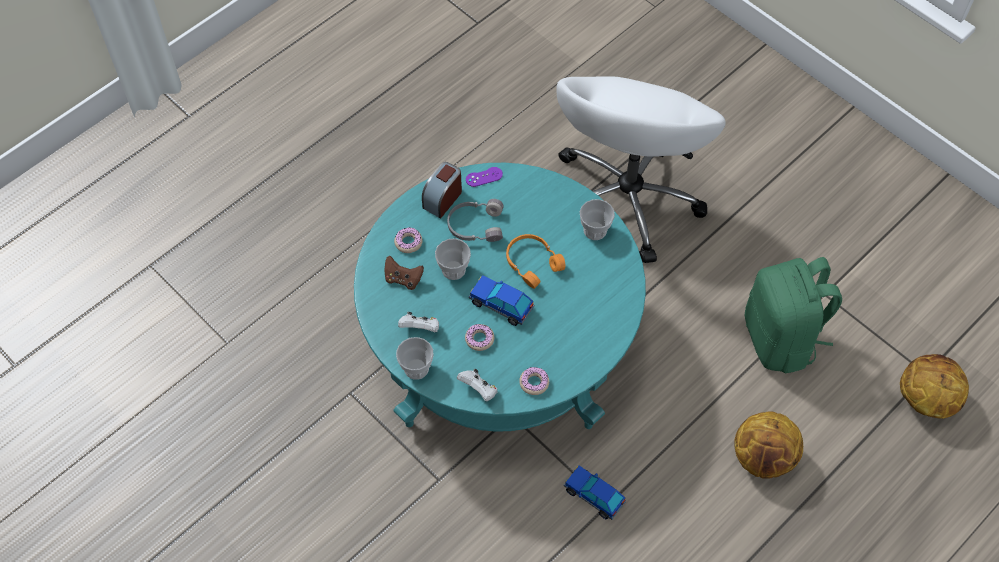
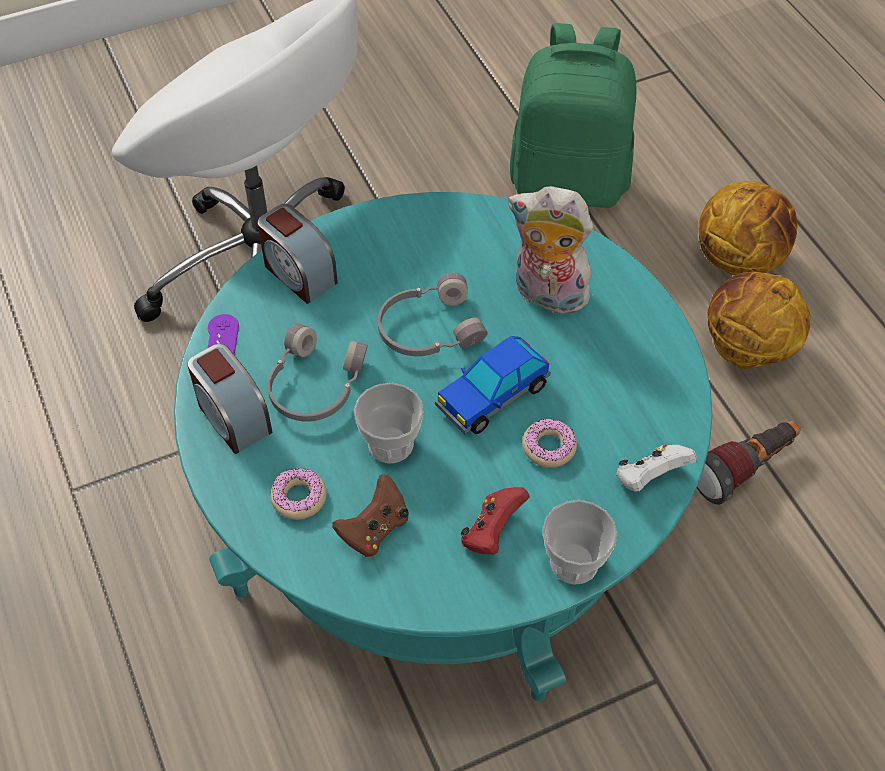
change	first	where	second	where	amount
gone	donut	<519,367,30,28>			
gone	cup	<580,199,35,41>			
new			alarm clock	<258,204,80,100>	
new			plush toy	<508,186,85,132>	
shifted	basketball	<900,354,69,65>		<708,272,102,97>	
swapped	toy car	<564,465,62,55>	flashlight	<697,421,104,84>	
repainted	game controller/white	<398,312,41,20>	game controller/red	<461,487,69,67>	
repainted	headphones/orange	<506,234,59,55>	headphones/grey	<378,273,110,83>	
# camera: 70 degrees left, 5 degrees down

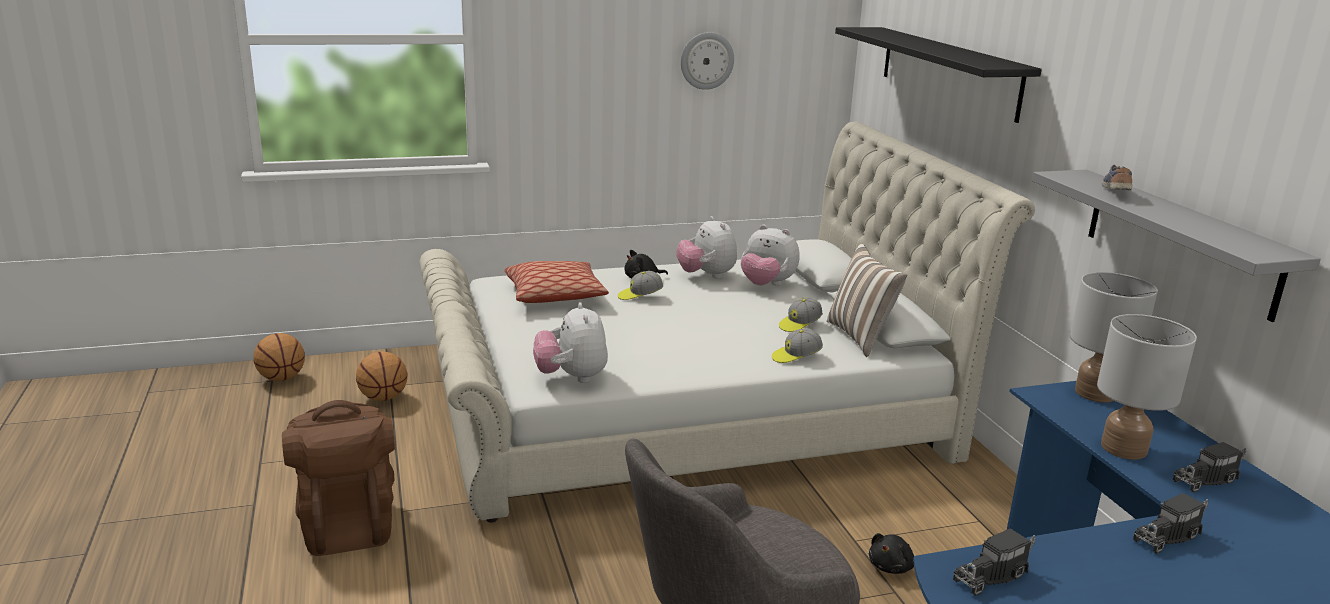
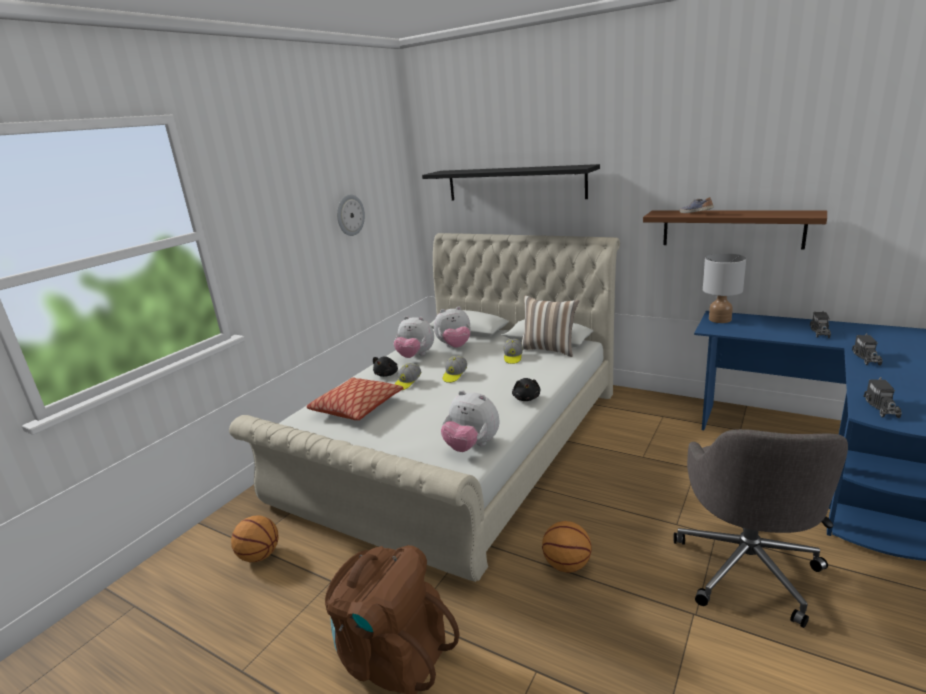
change	first	where	second	where	amount
gone	table lamp/grey	<1097,314,100,146>			
shifted	basketball	<253,333,52,48>		<542,521,49,52>	
shifted	cap	<772,328,51,35>		<443,356,24,27>	
shifted	plush toy/black	<869,533,45,41>		<512,378,29,23>	
repainted	shelf/grey	<1032,169,289,153>	shelf/brown	<643,211,184,39>	
# camera: 40 degrees left, 0 degrees up

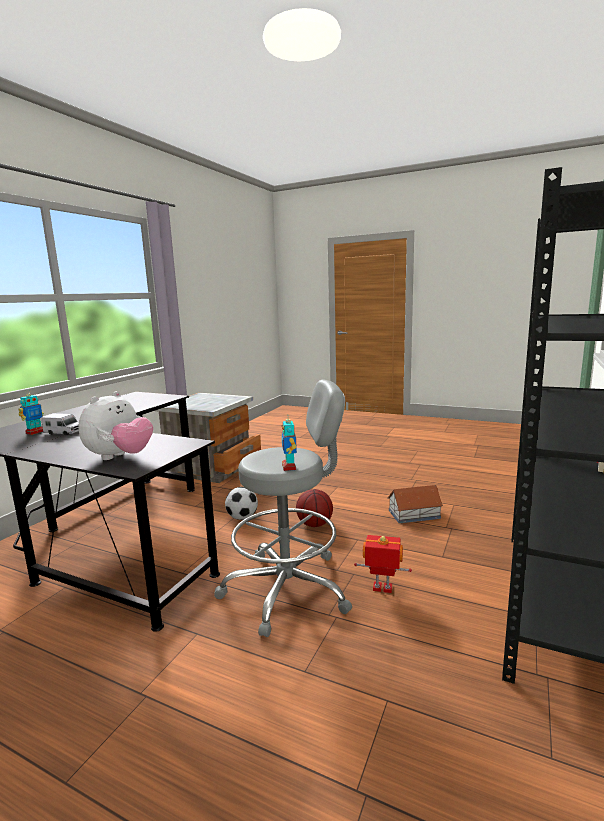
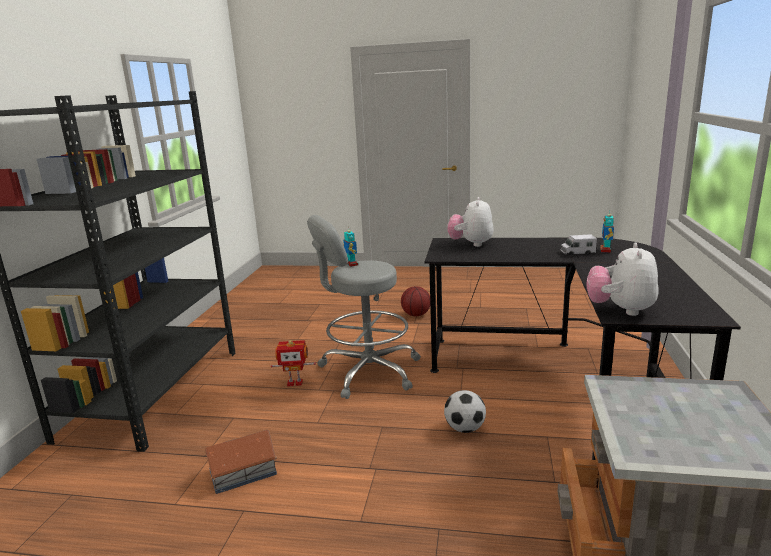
change	first	where	second	where	amount
new			plush toy	<587,243,71,73>	
shifted	basketball	<296,489,37,38>		<401,286,29,31>	
# camera: 165 degrees right, 5 degrees up

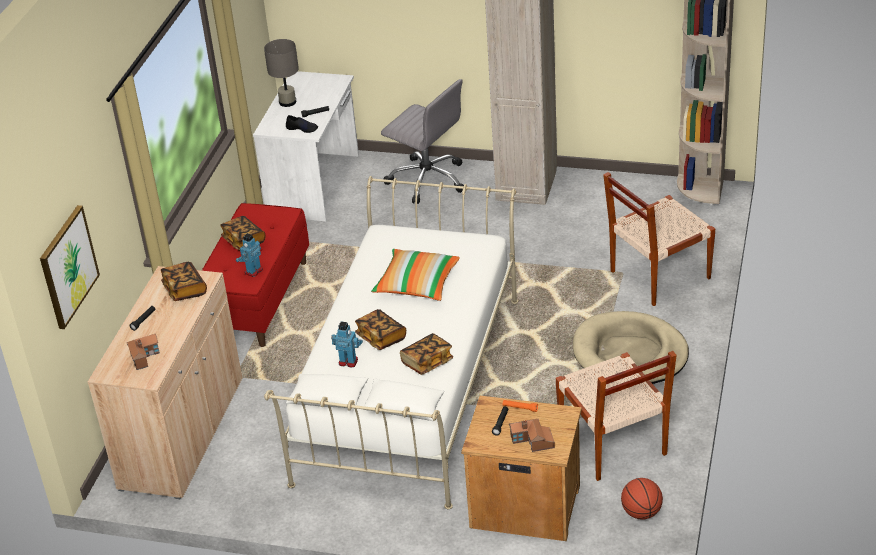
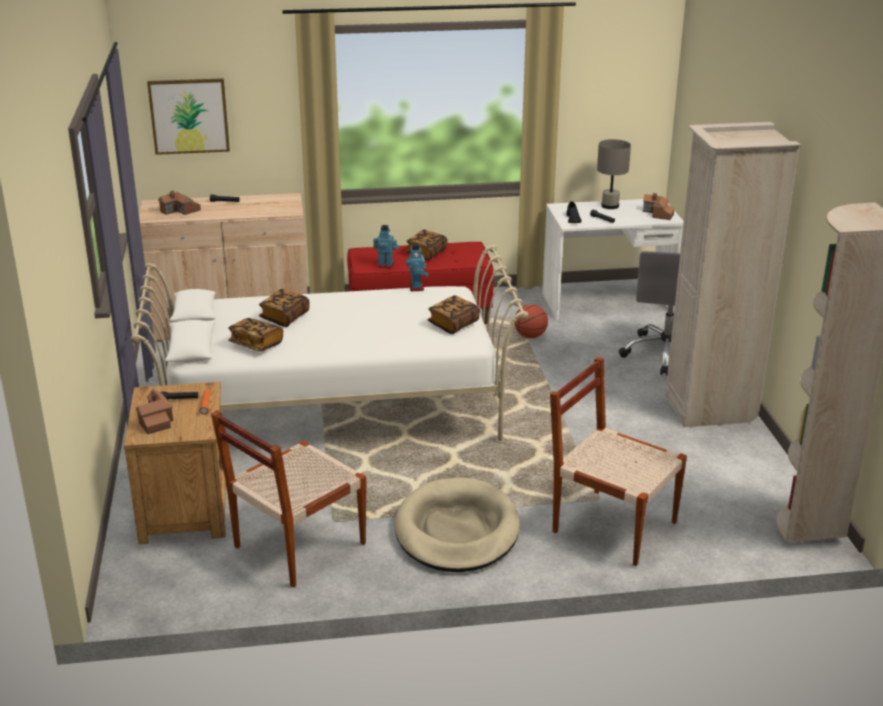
change	first	where	second	where	amount
gone	pillow	<371,249,89,52>			
new			toy house	<643,193,31,27>	
shifted	book	<161,262,46,39>		<428,295,52,39>	
shifted	toy robot	<331,322,32,46>		<406,243,23,48>	
shifted	basketball	<621,478,42,42>		<514,304,34,34>	
# camera: 65 degrees right, 10 degrees down

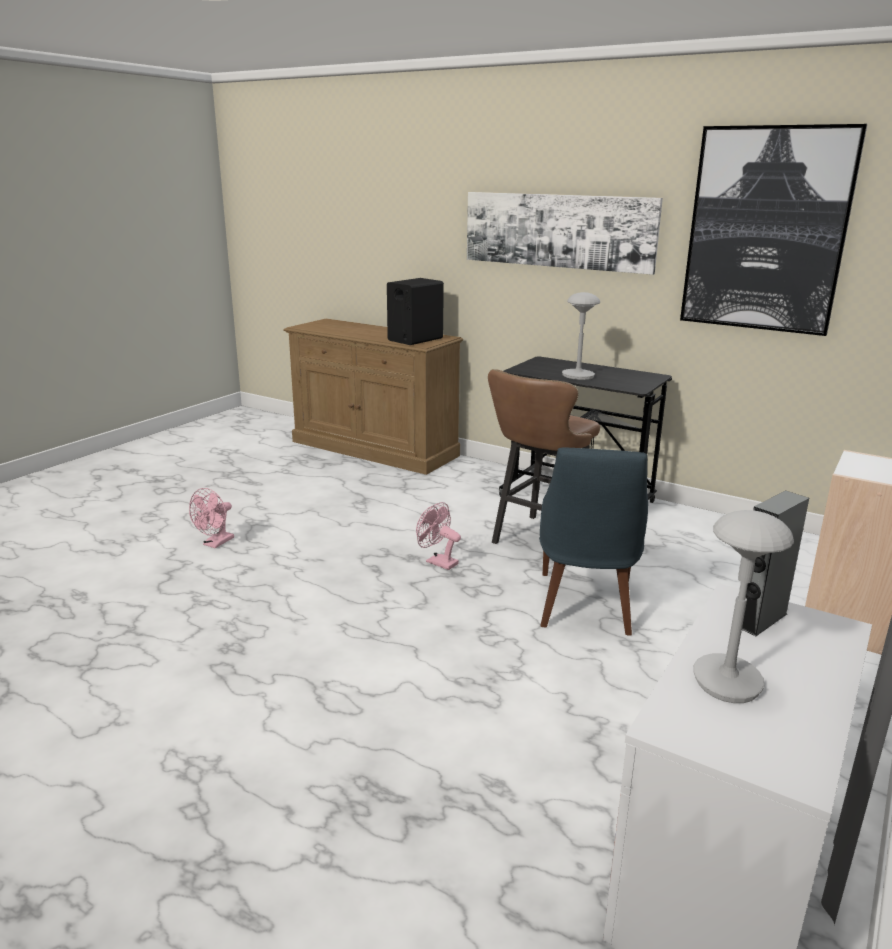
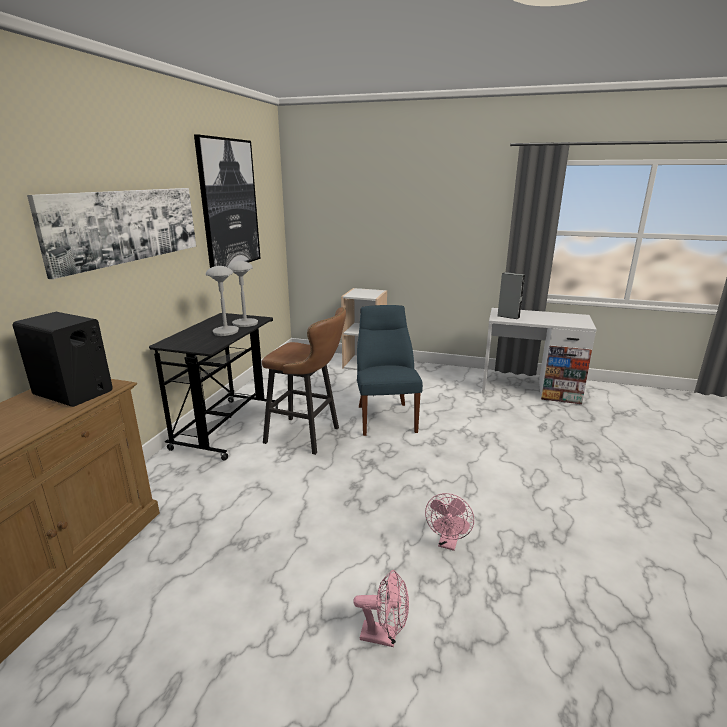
change	first	where	second	where	amount
shifted	fan/pink	<416,502,45,68>		<425,493,49,58>	
shifted	table lamp/grey	<693,510,101,193>		<228,261,30,66>	
rotated	chair/blue	<539,448,109,188>		<357,305,66,131>	90 degrees counterclockwise
# camera: 105 degrees left, 0 degrees up

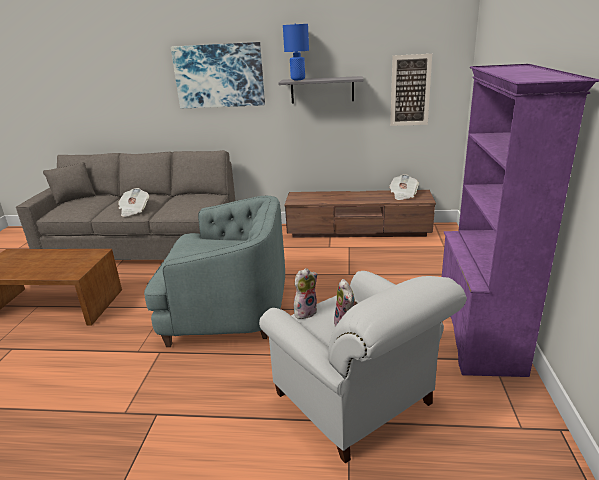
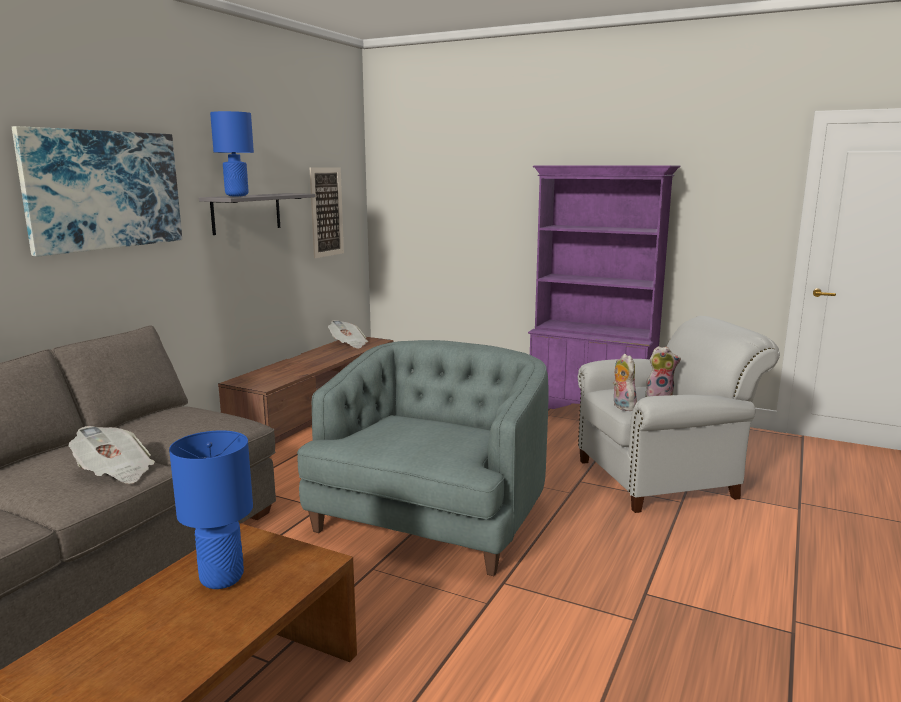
change	first	where	second	where	amount
new			table lamp/blue	<169,430,84,159>	
# camera: 70 degrees left, 10 degrees down

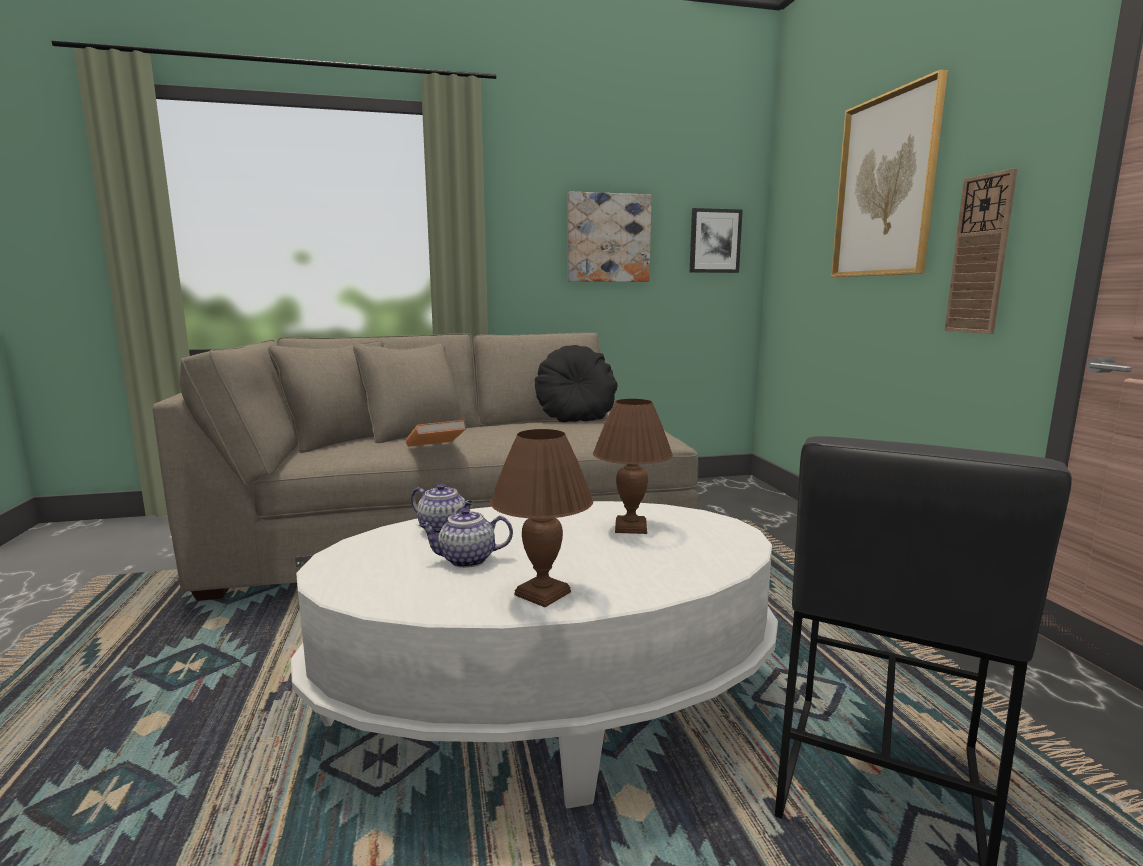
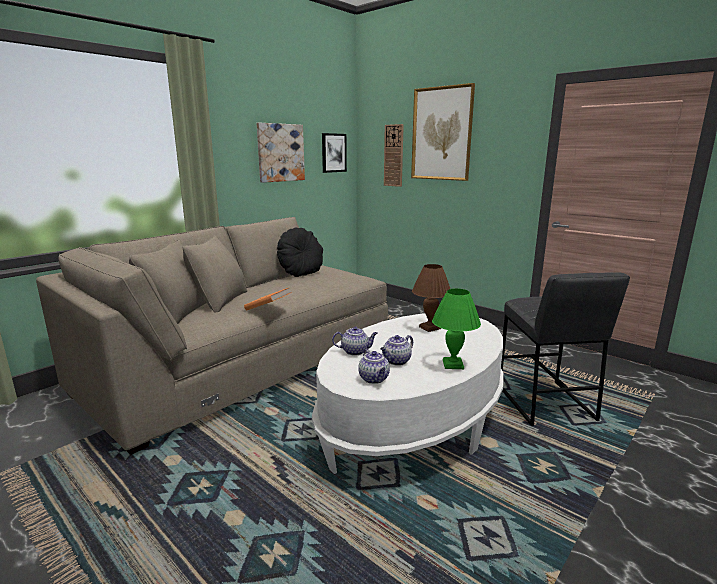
change	first	where	second	where	amount
new			teapot	<358,349,32,35>	
shifted	wall clock	<944,168,73,166>		<384,124,20,63>	
repainted	table lamp/brown	<490,429,103,178>	table lamp/green	<432,289,49,80>	
# camera: 35 degrees left, 5 degrees up

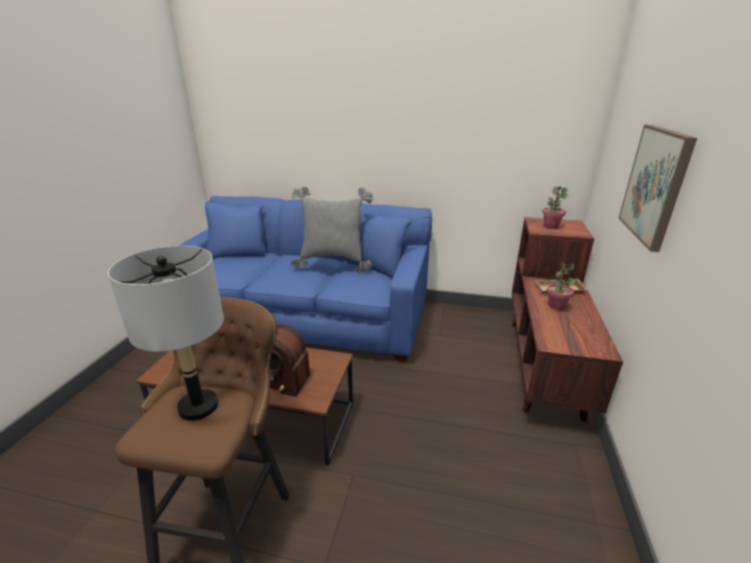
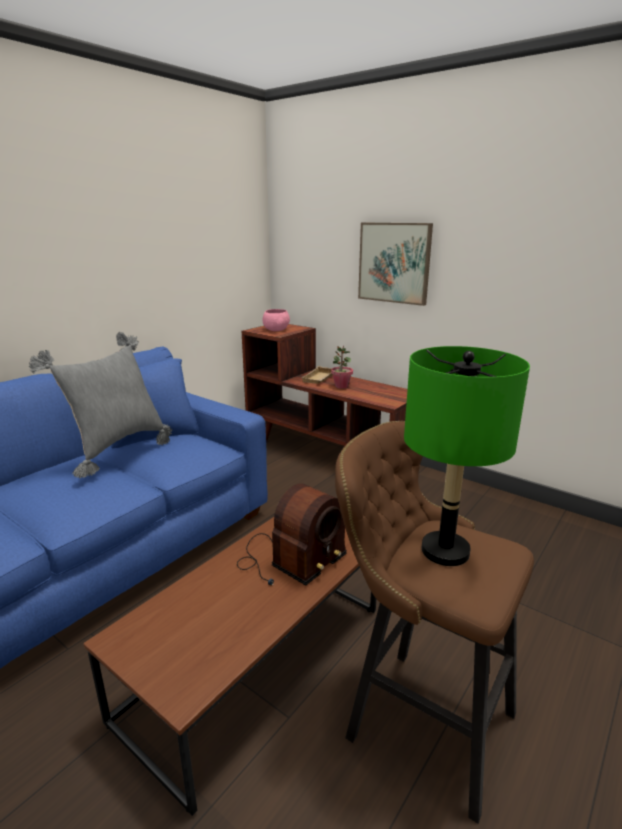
change	first	where	second	where	amount
swapped	potted plant	<542,186,26,43>	bowl/pink	<262,309,28,22>	
repainted	table lamp/grey	<108,246,116,175>	table lamp/green	<404,346,126,220>	
# camera: 65 degrees left, 5 degrees down

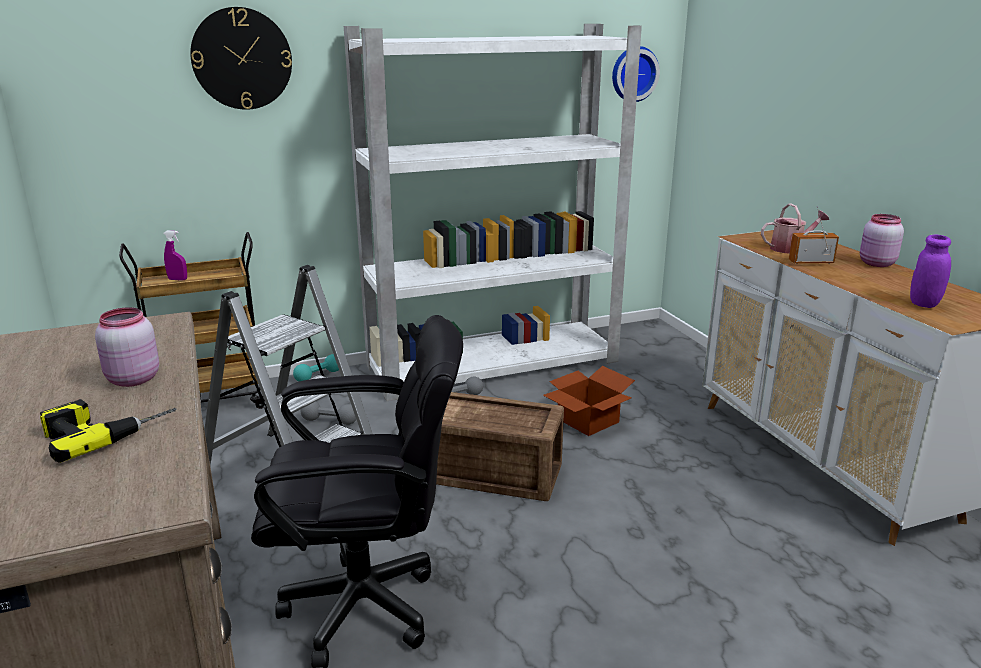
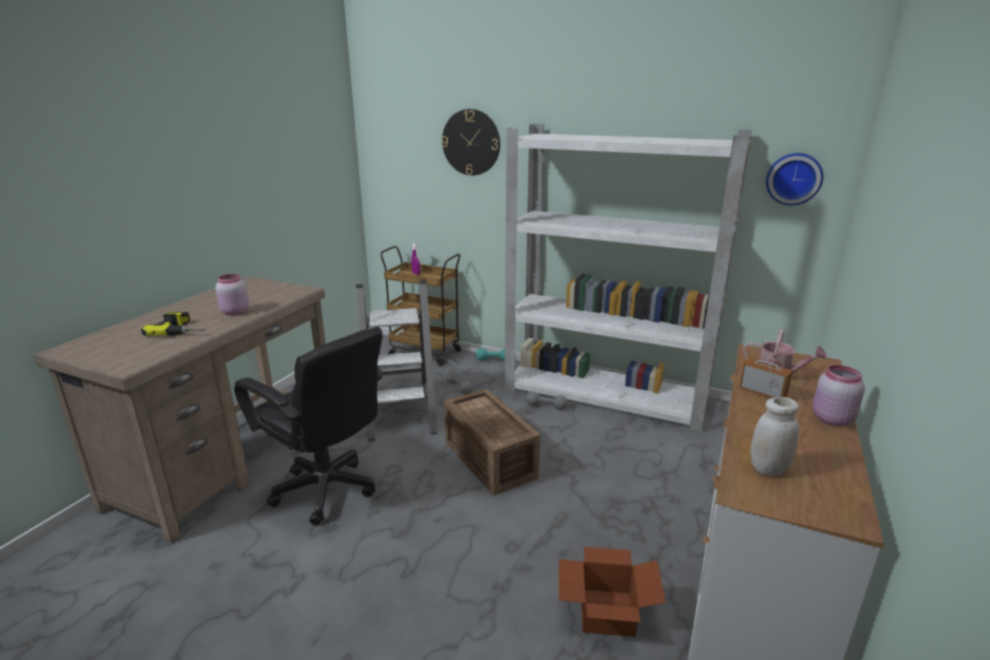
change	first	where	second	where	amount
shifted	cardboard box	<543,366,92,70>		<559,547,107,90>	
repainted	jar/purple	<910,235,41,73>	jar/white	<751,397,48,78>	
# camera: 45 degrees right, 0 degrees up

